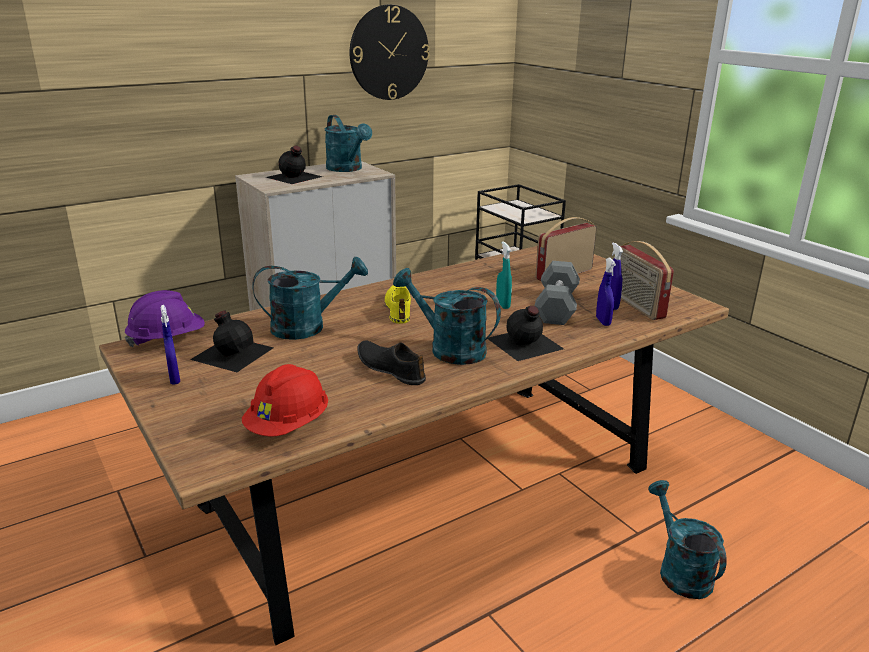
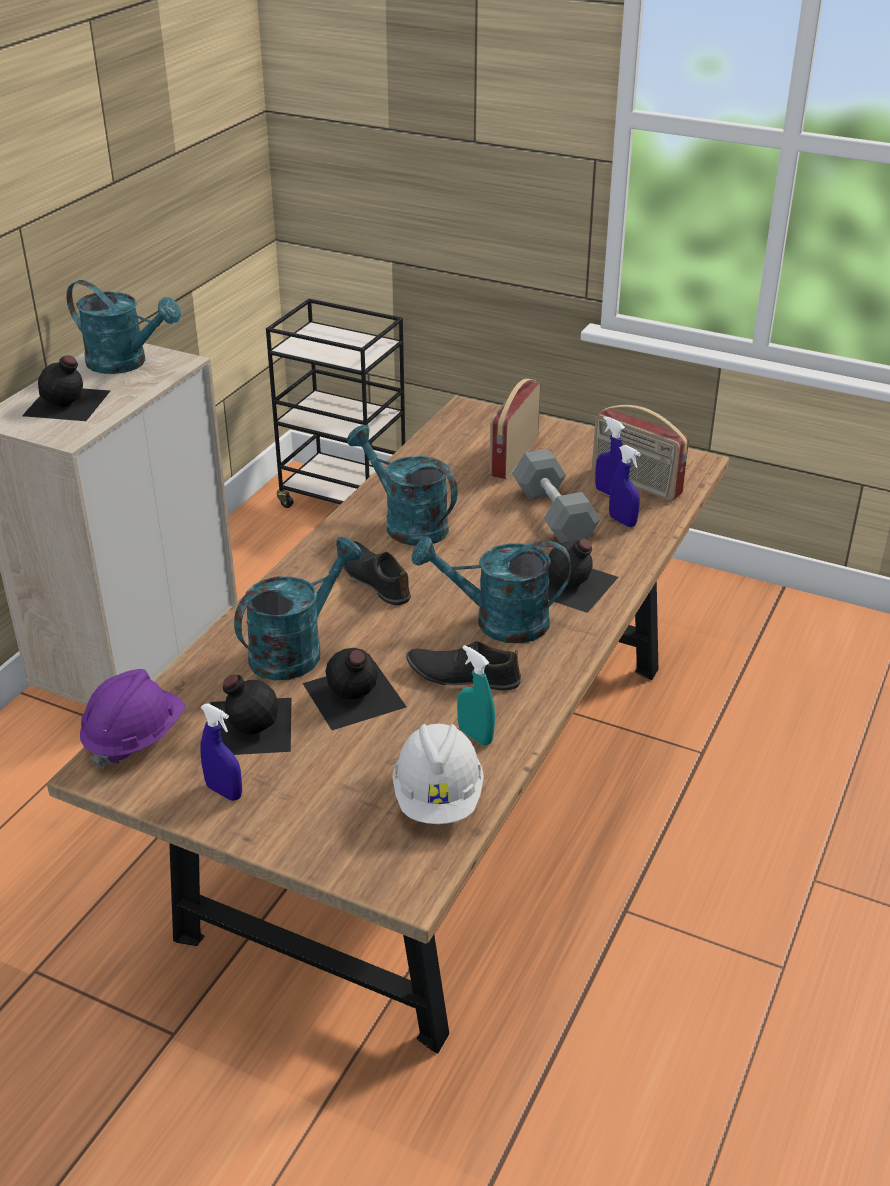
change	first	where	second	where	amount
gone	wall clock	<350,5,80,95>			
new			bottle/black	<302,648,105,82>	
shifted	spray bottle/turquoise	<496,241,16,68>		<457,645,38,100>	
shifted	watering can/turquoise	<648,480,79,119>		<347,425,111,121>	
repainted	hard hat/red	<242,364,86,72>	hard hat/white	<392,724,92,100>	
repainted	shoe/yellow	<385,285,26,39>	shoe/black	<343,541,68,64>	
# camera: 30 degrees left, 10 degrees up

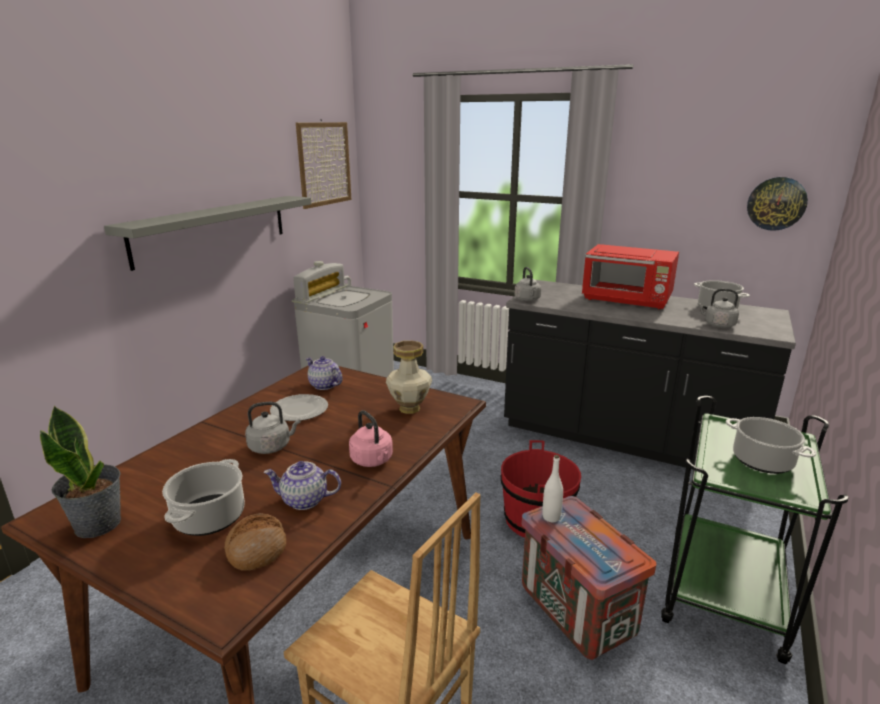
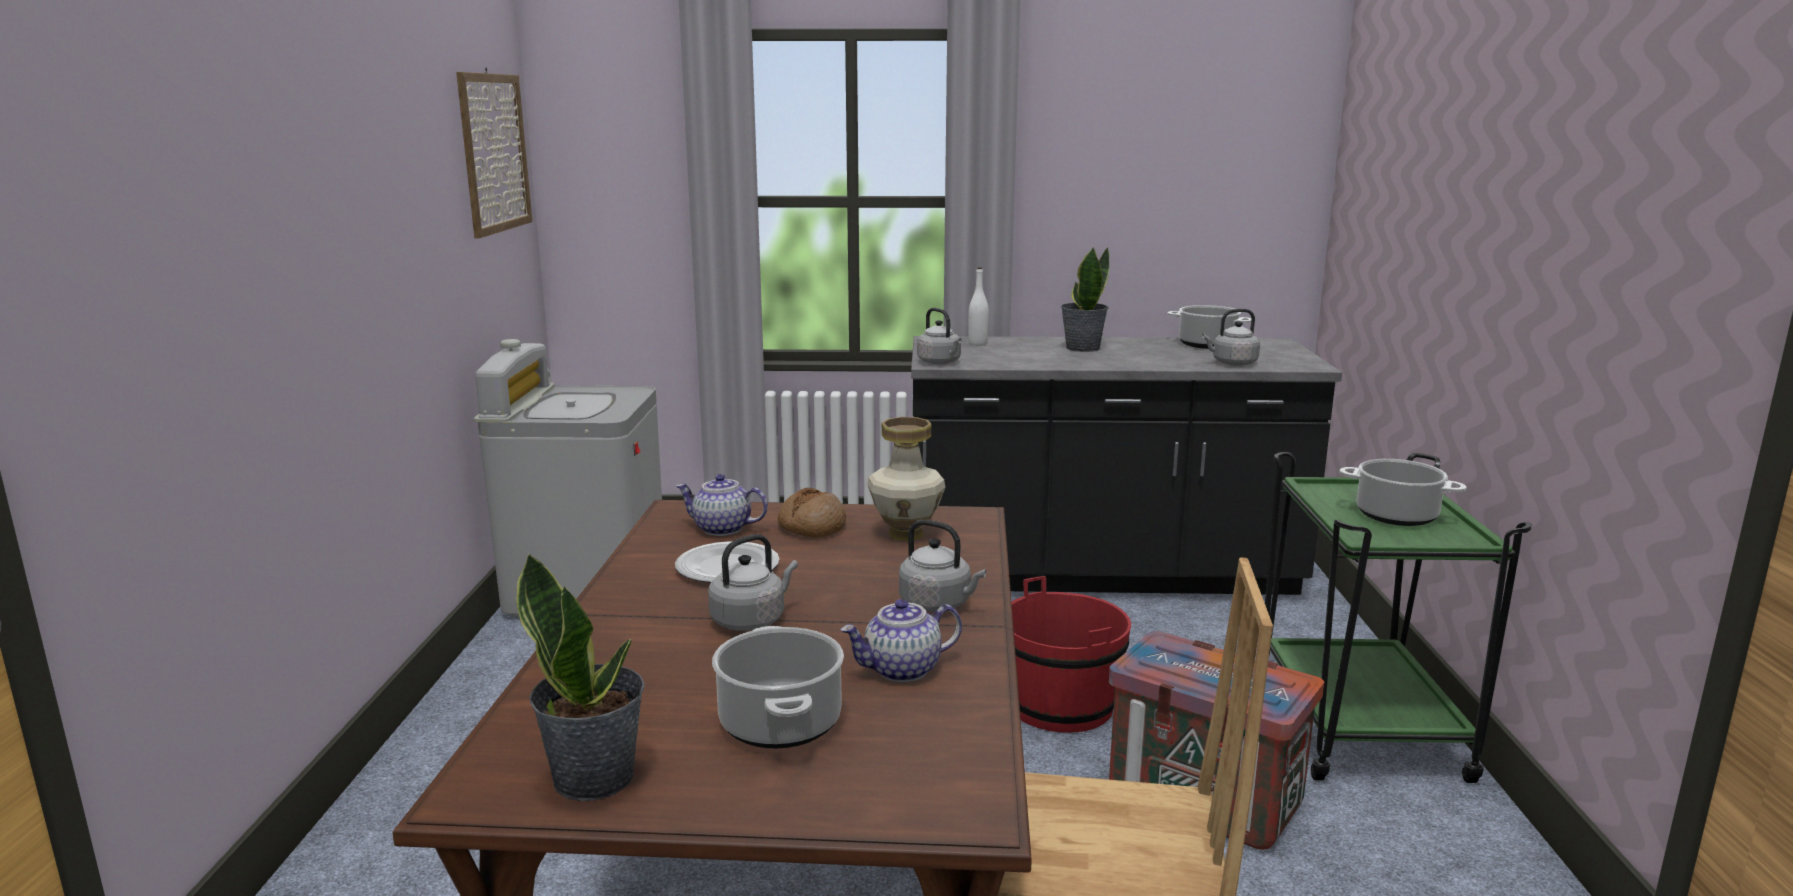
change	first	where	second	where	amount
gone	shelf/grey	<104,196,207,75>			
gone	wall clock	<747,177,61,54>			
shifted	bread	<224,514,62,57>		<778,488,68,50>	
shifted	bottle/white	<542,455,21,67>		<968,267,21,79>	
swapped	microwave/red	<582,244,97,66>	potted plant	<1061,247,48,105>	
repainted	kettle/pink	<349,410,44,57>	kettle/grey	<899,519,87,93>	
# camera: 25 degrees left, 5 degrees down

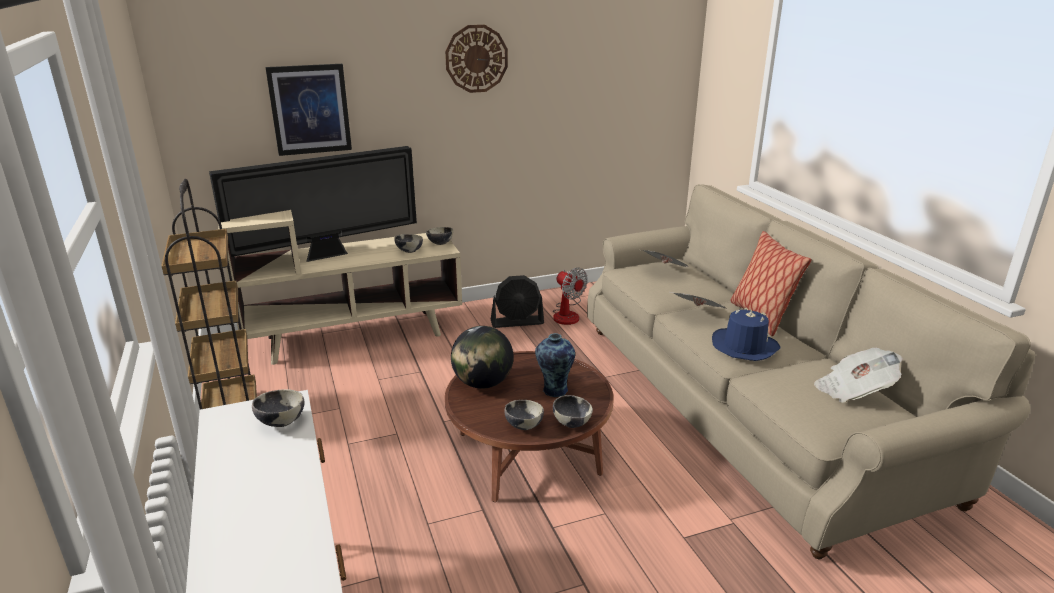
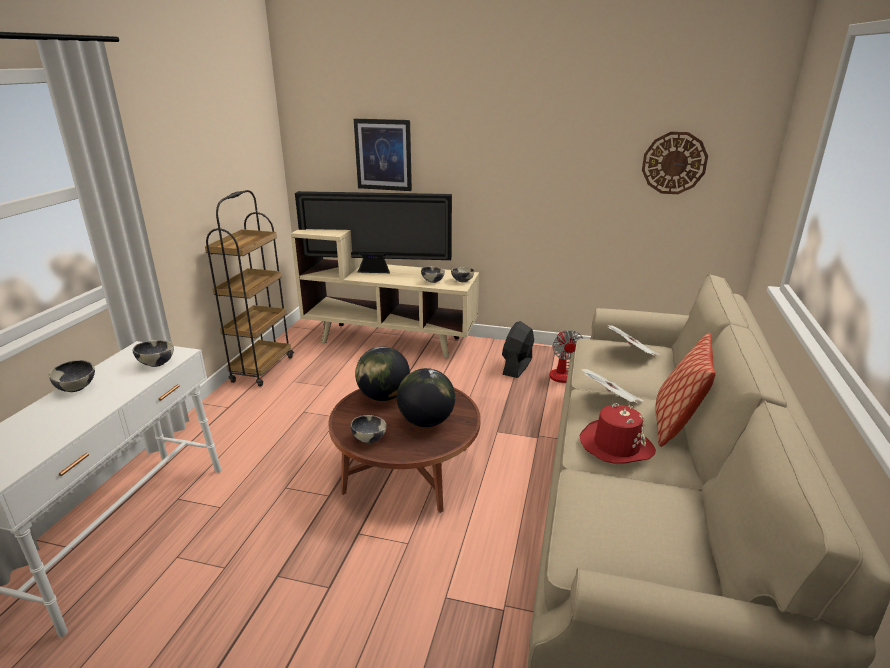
change	first	where	second	where	amount
gone	newspaper	<814,347,89,56>			
shifted	wall clock	<445,25,63,68>		<642,132,66,62>	
shifted	bowl	<553,395,40,33>		<49,360,46,32>	
swapped	vase	<535,333,40,64>	globe	<397,368,58,59>	
repainted	hat/blue	<712,308,68,53>	hat/red	<580,403,76,61>	
rotated	fan/black	<491,275,53,53>		<502,321,32,57>	90 degrees clockwise
# camera: 35 degrees right, 0 degrees up

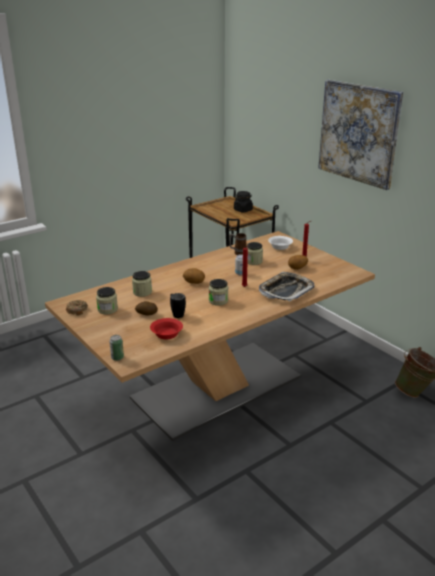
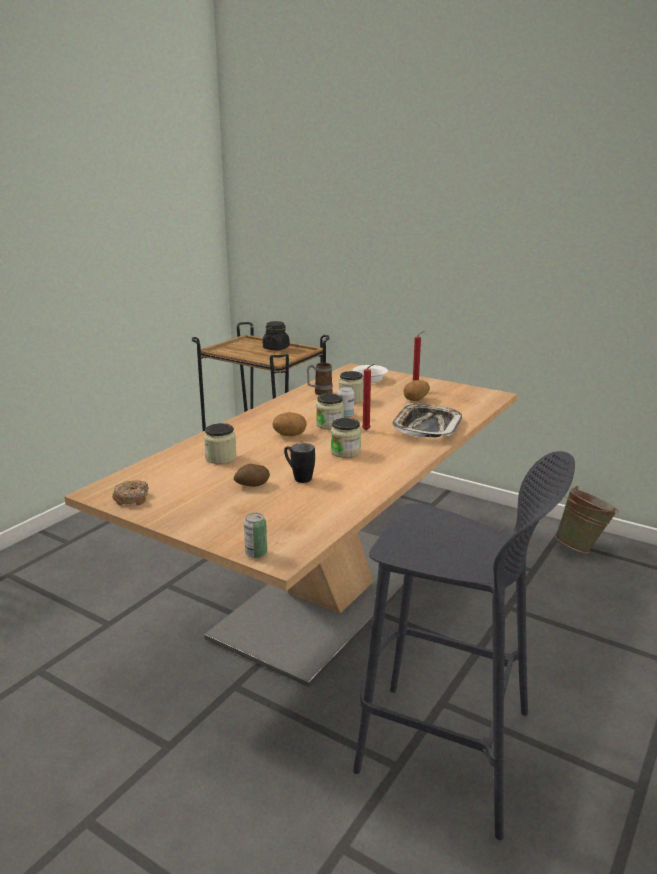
change	first	where	second	where	amount
gone	bowl/red	<150,318,33,22>			
gone	picture	<318,80,85,110>			
new			stool/grey	<353,451,222,389>	
shifted	jar	<96,287,22,28>		<316,393,28,37>	
# camera: 20 degrees left, 5 degrees down

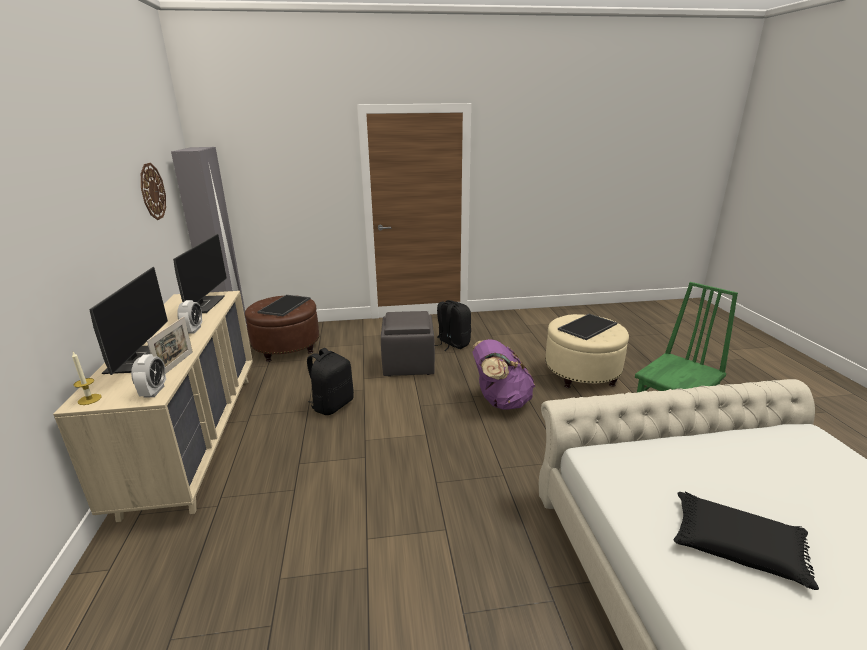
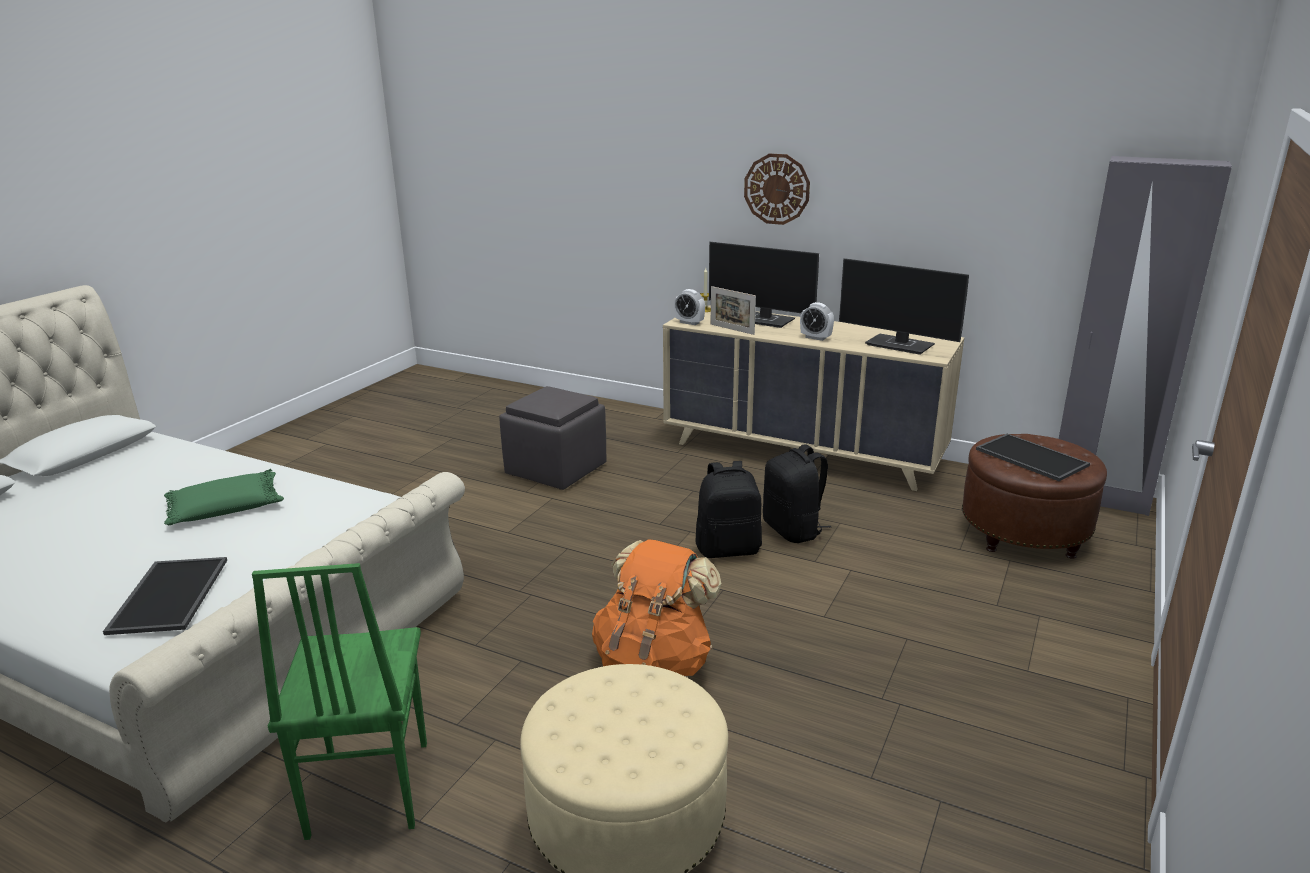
change	first	where	second	where	amount
shifted	wall clock	<141,163,25,57>		<744,154,66,71>	
shifted	ottoman/grey	<381,311,54,65>		<499,386,107,104>	
shifted	backpack/black	<435,300,36,51>		<696,461,66,97>	
shifted	tray	<558,314,59,26>		<103,557,124,78>	
repainted	backpack/purple	<472,339,63,71>	backpack/orange	<592,539,129,137>	
repainted	pillow/black	<674,492,145,98>	pillow/green	<164,469,120,56>	
# camera: 125 degrees right, 0 degrees up

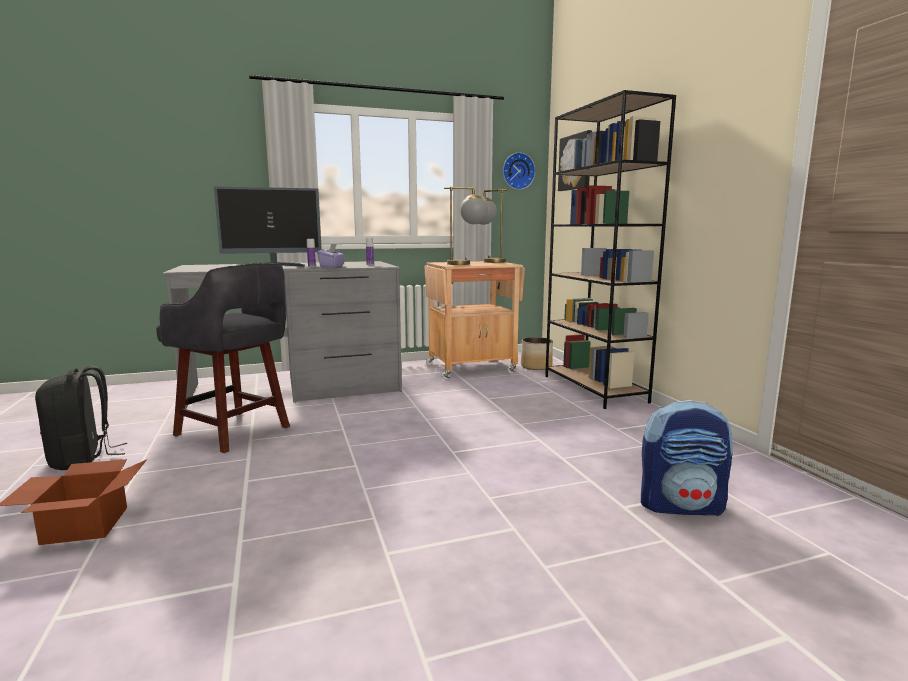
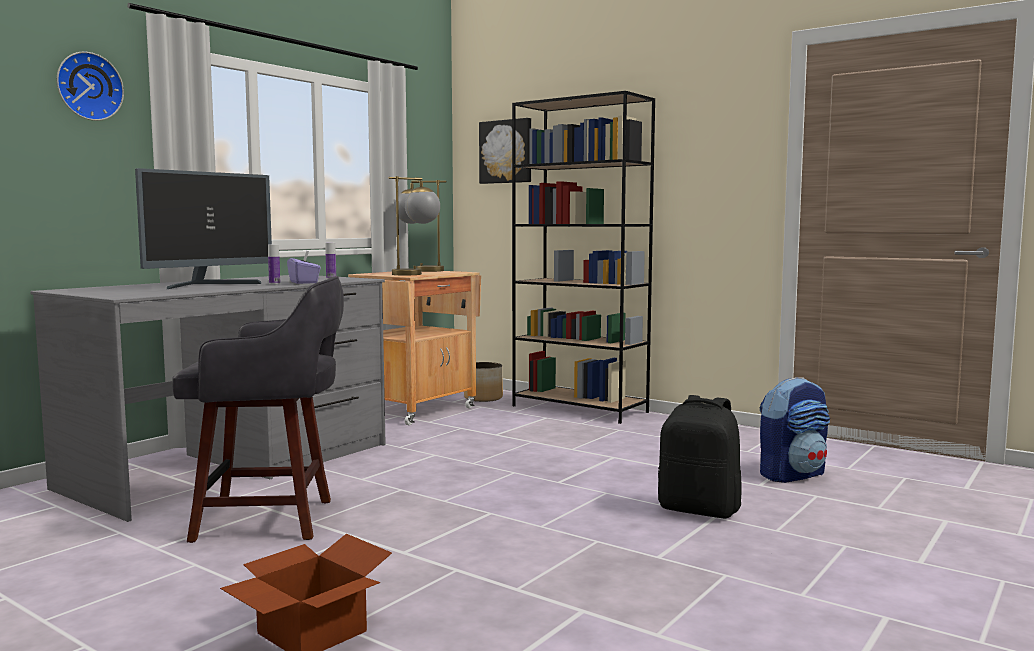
change	first	where	second	where	amount
shifted	backpack/black	<35,366,92,104>		<658,395,83,123>	
shifted	wall clock	<503,152,32,38>		<57,51,67,70>	
# camera: 35 degrees left, 5 degrees down

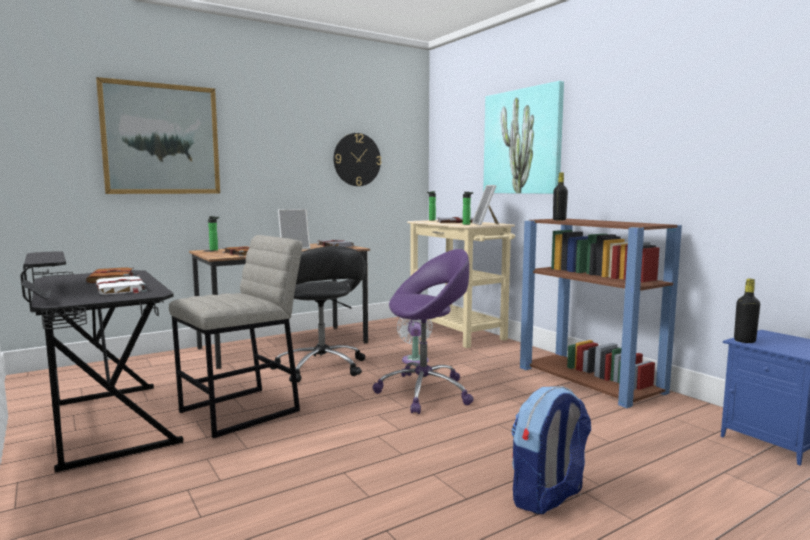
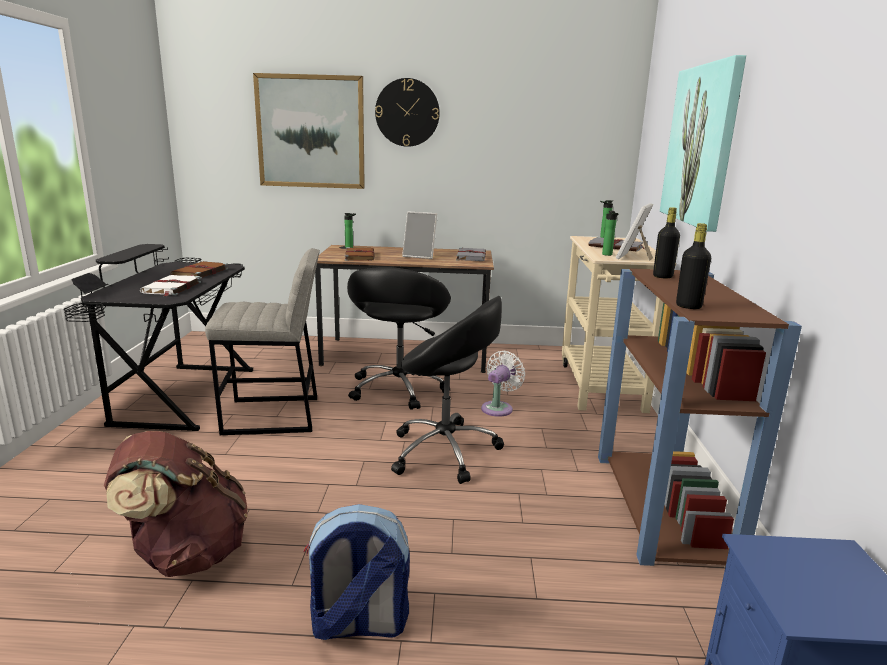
change	first	where	second	where	amount
new			backpack/brown	<104,431,143,146>	
shifted	wall clock	<334,133,47,53>		<375,78,65,69>	
shifted	bottle/black	<734,279,26,64>		<676,223,35,86>	
repainted	office chair/purple	<372,249,102,165>	office chair/black	<391,296,113,188>	
# camera: 35 degrees right, 10 degrees up

